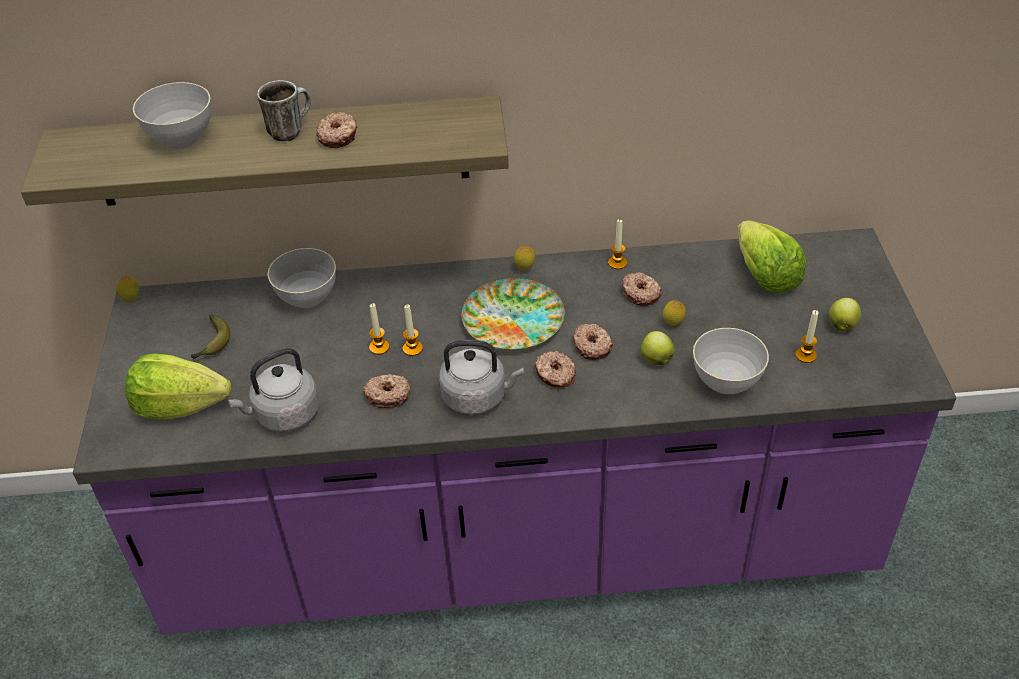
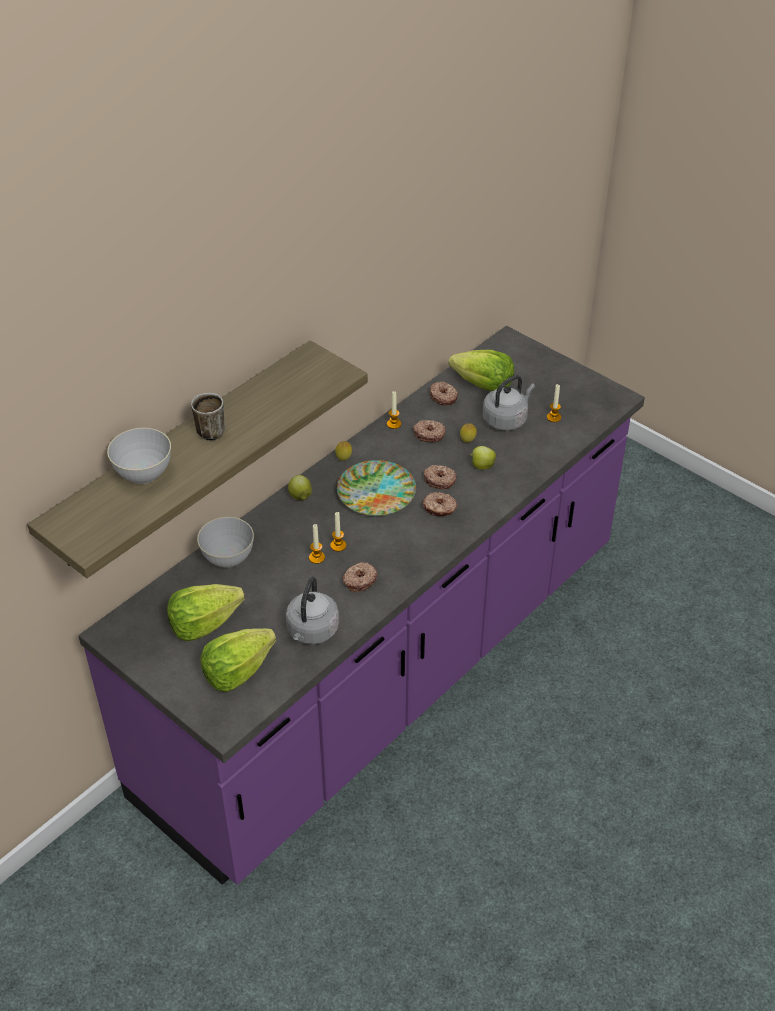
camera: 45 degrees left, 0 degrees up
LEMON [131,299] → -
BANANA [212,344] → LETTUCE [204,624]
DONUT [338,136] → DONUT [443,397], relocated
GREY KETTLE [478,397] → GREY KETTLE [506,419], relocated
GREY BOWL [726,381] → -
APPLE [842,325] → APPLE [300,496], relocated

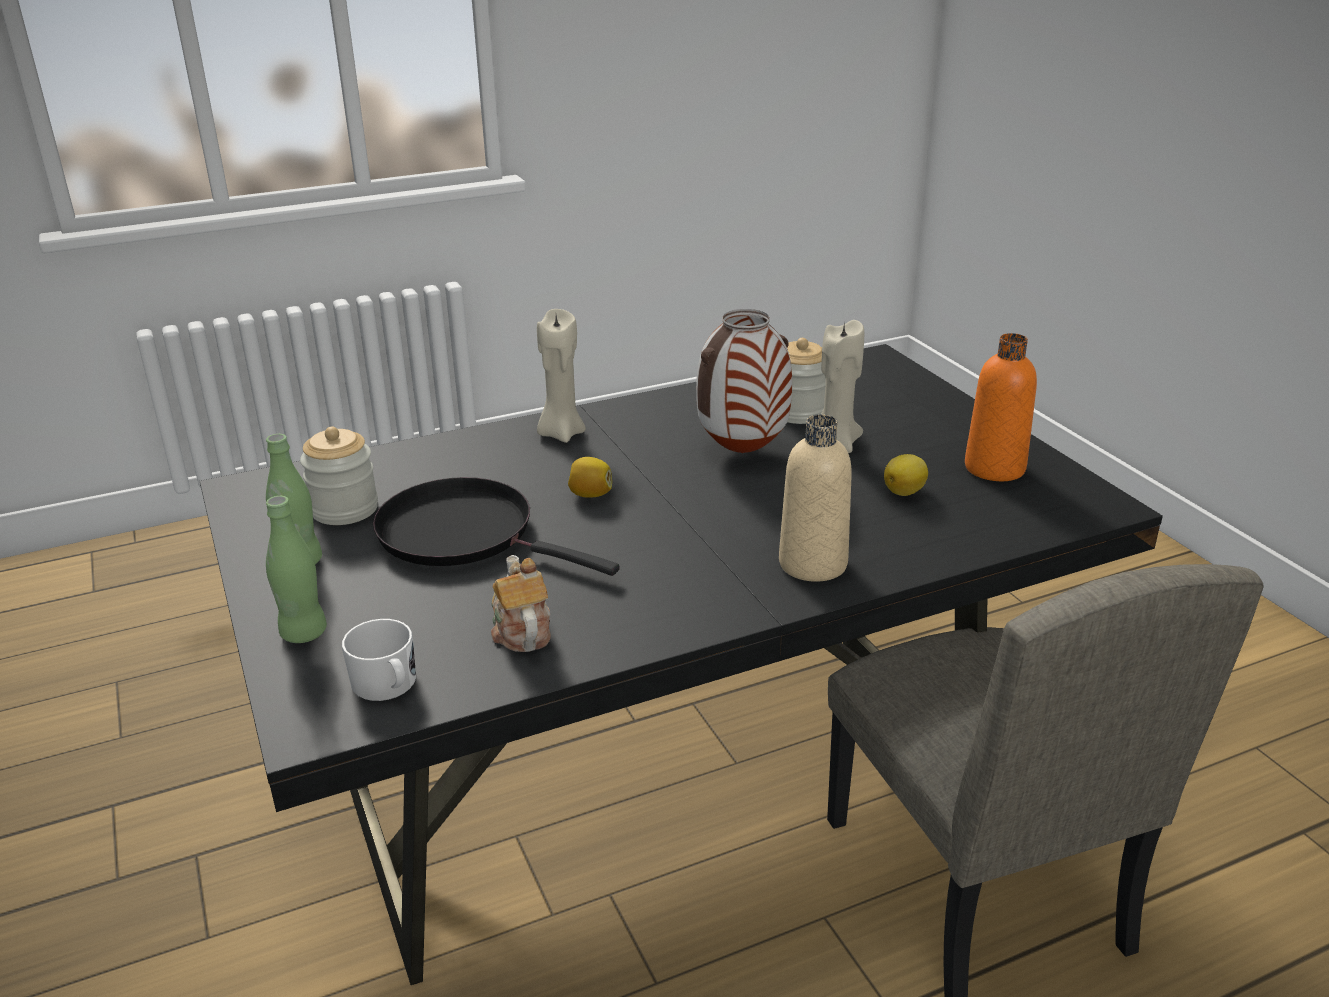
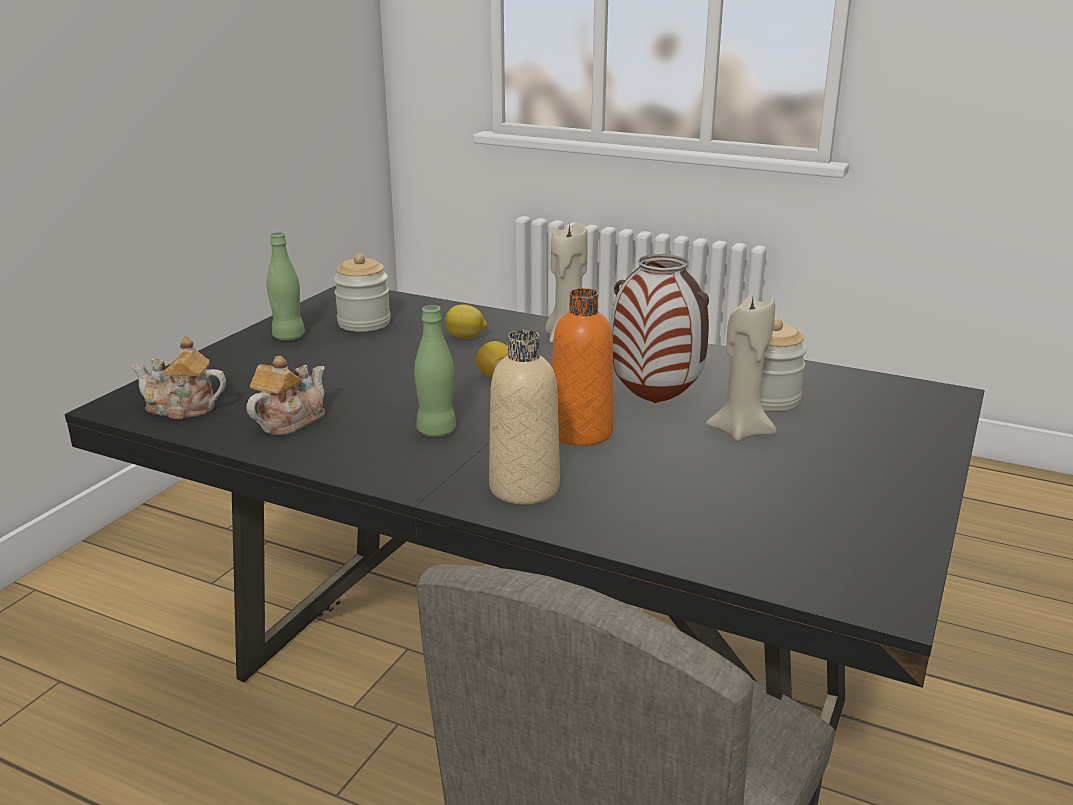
camera: 50 degrees right, 5 degrees down
GREEN BOTTLE [304,633] → GREEN BOTTLE [436,431], relocated
WHITE MUG [387,685] → TEAPOT [182,409]
BLACK FRYING PAN [465,534] → -
LEMON [905,492] → LEMON [466,337], relocated
ORANGE BOTTLE [994,468] → ORANGE BOTTLE [581,433], relocated

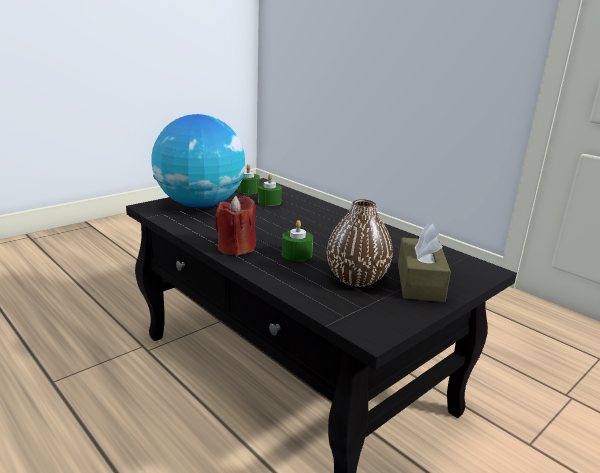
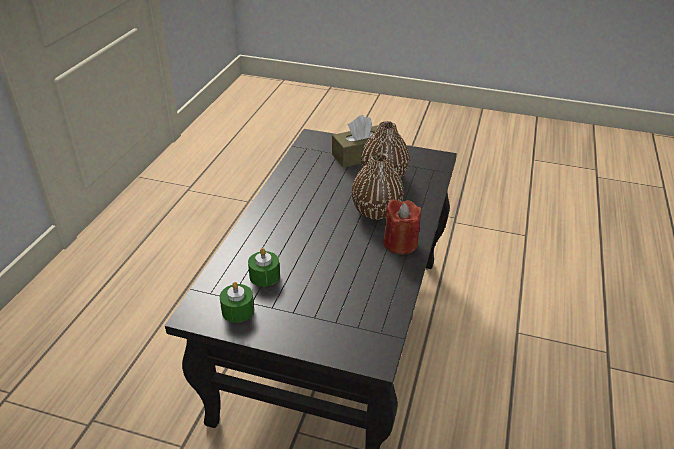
camera: 120 degrees left, 15 degrees up
GLOBE [200,205] → -
GREEN CANDLE [296,254] → BROWN VASE [376,211]

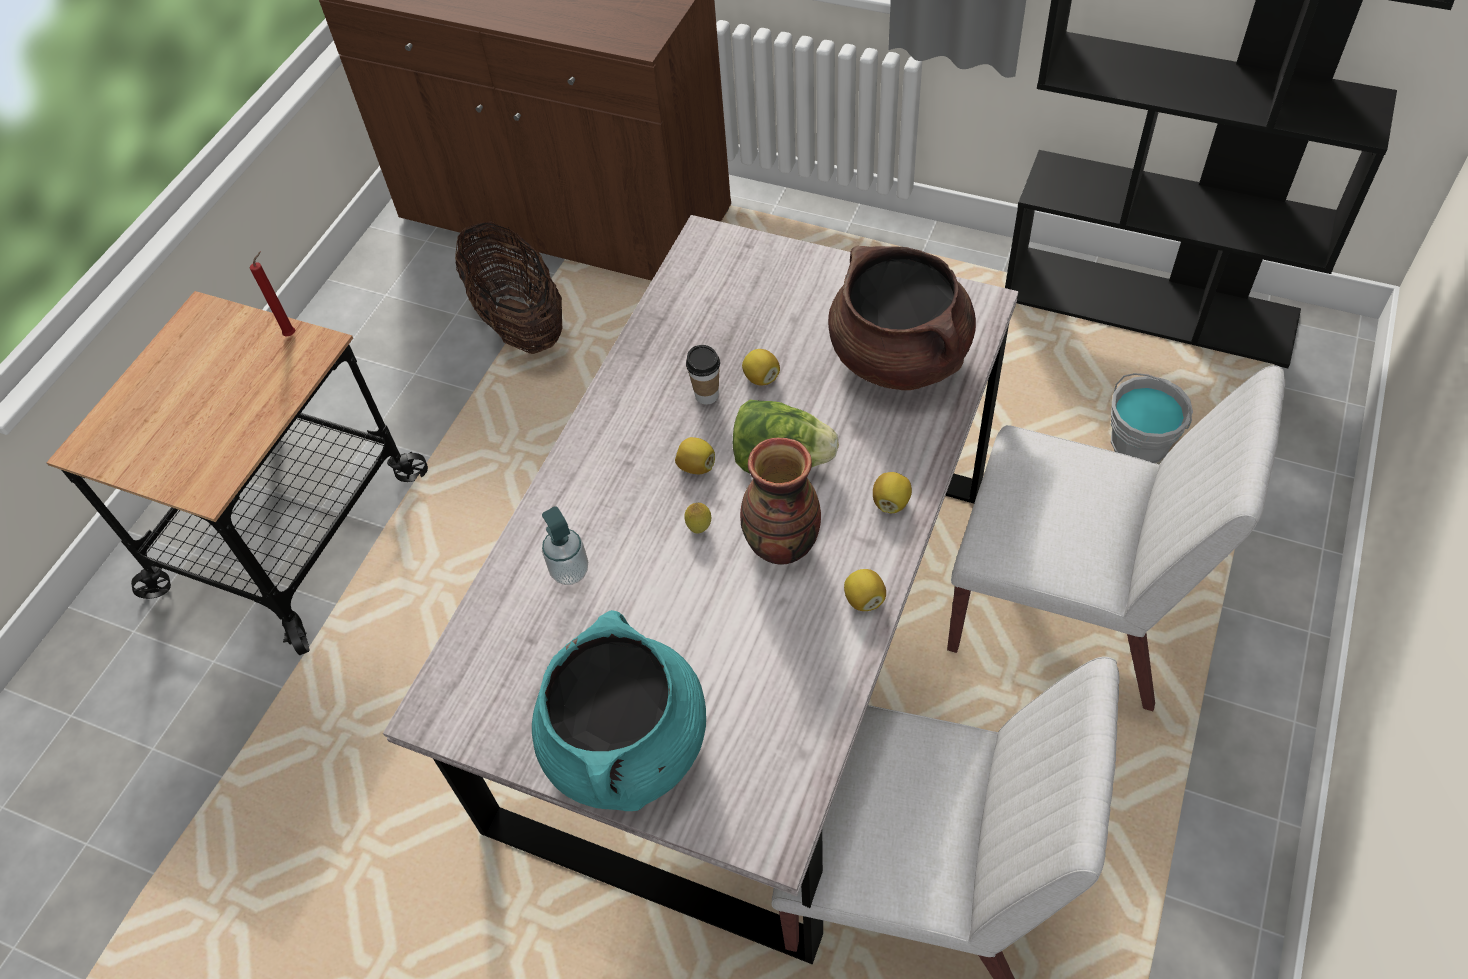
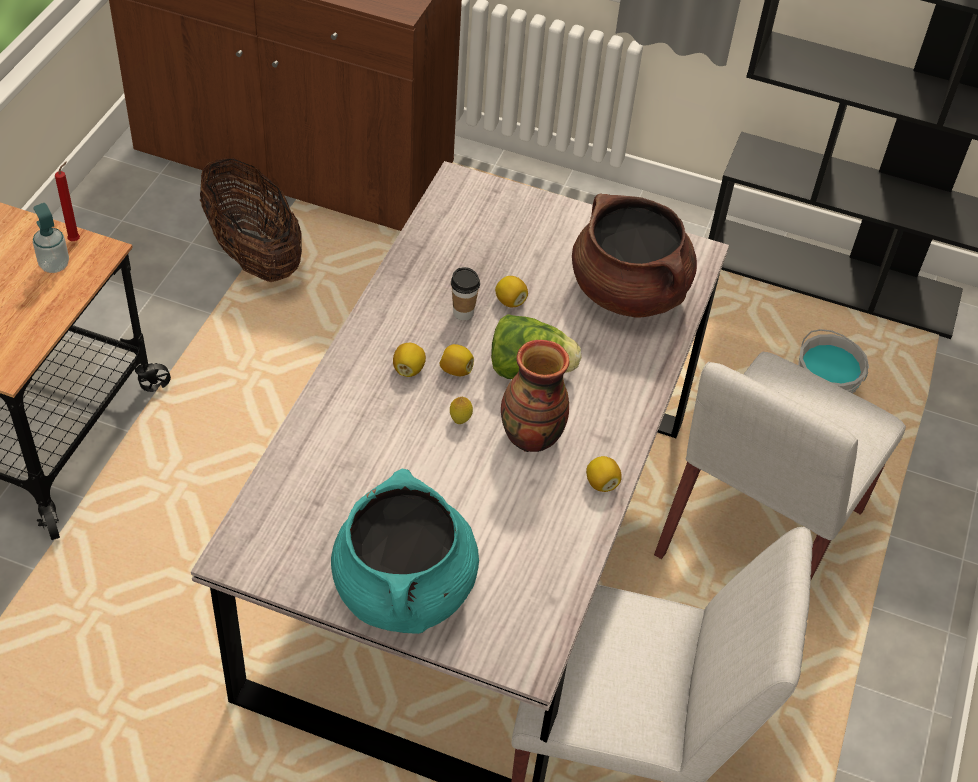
camera: 10 degrees left, 5 degrees down
SOAP DISPENSER [570,571] → SOAP DISPENSER [54,265], relocated
LEMON [891,502] → LEMON [409,369], relocated
WHITE CHAIR [1069,613] → WHITE CHAIR [758,535], 105 degrees clockwise

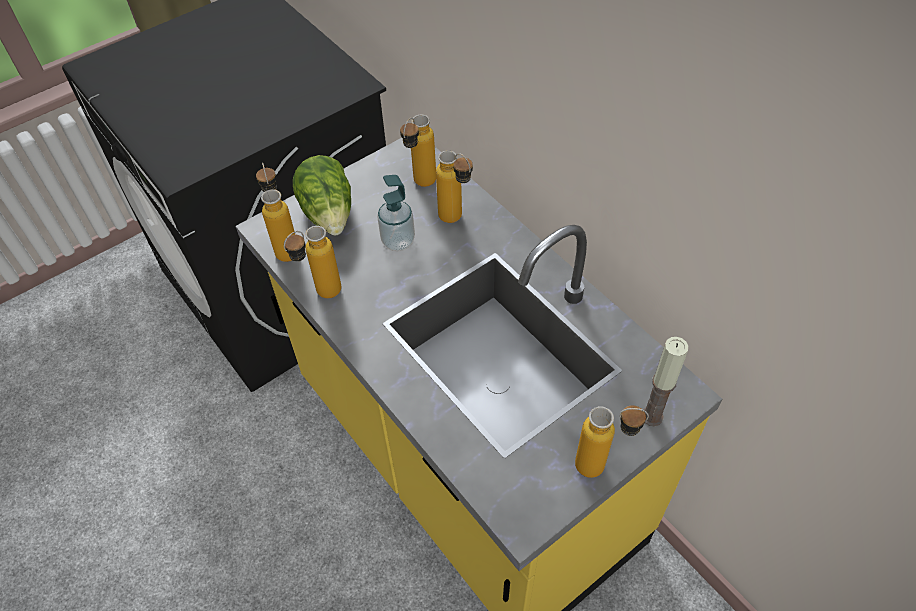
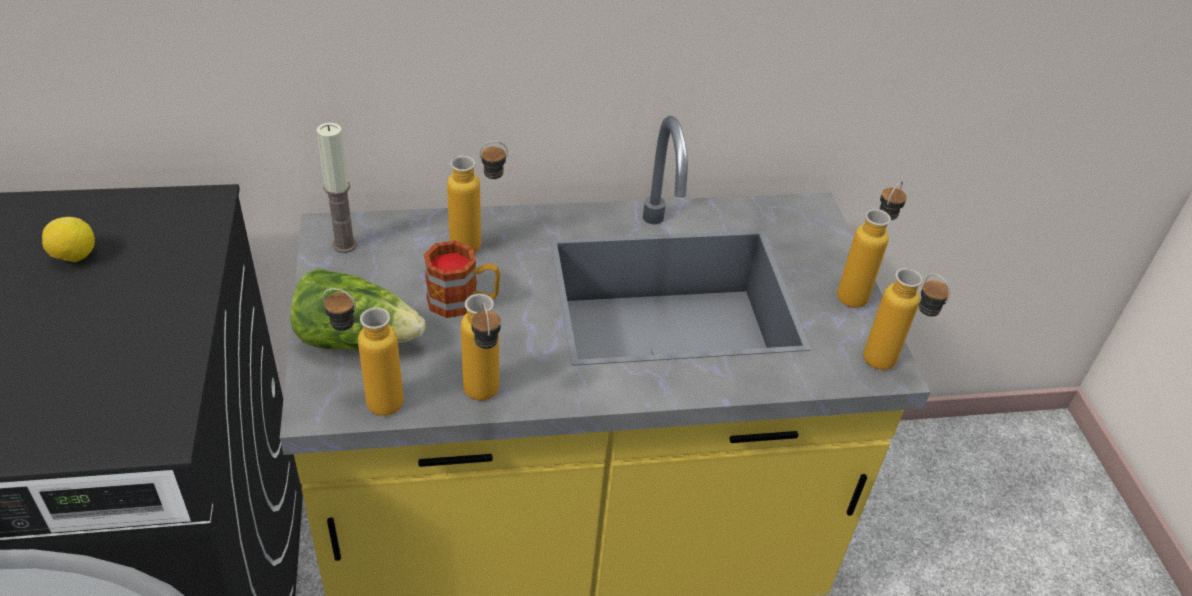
camera: 65 degrees left, 10 degrees down
SOAP DISPENSER [398,241] → MUG [463,301]
BOTTLE [420,186] → BOTTLE [889,368], relocated
CANDLE [652,416] → CANDLE [345,245], relocated
- → LEMON [74,257]

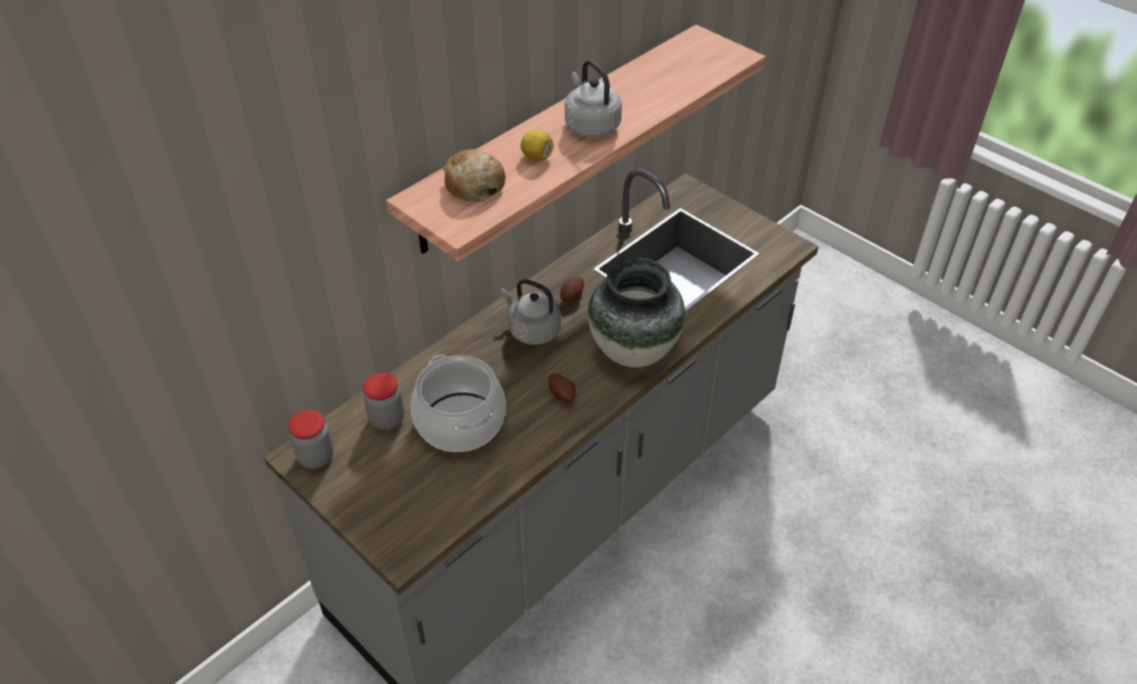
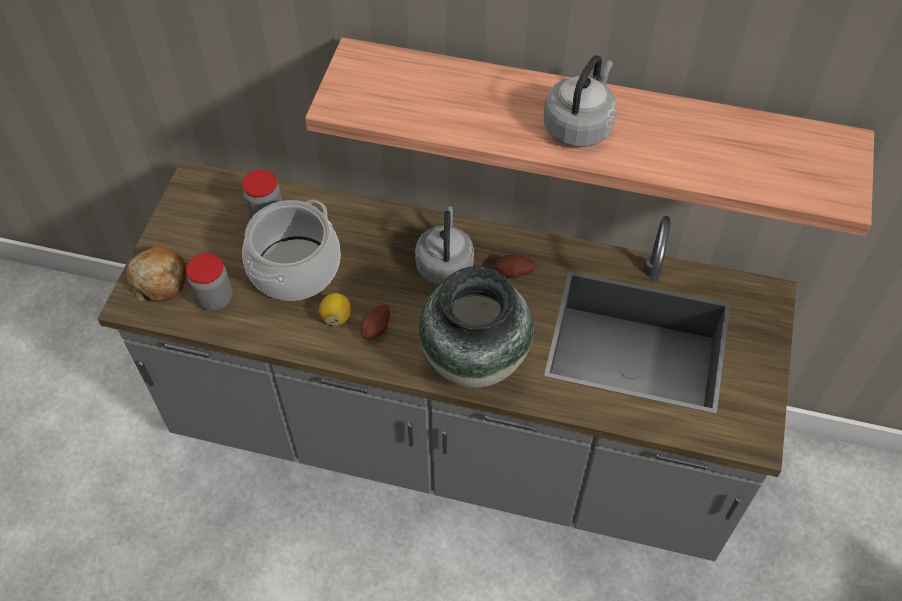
camera: 60 degrees right, 10 degrees up
JAR [316,457] → JAR [215,298], relocated
BREAD [474,185] → BREAD [159,280], relocated
LEMON [537,157] → LEMON [336,317], relocated

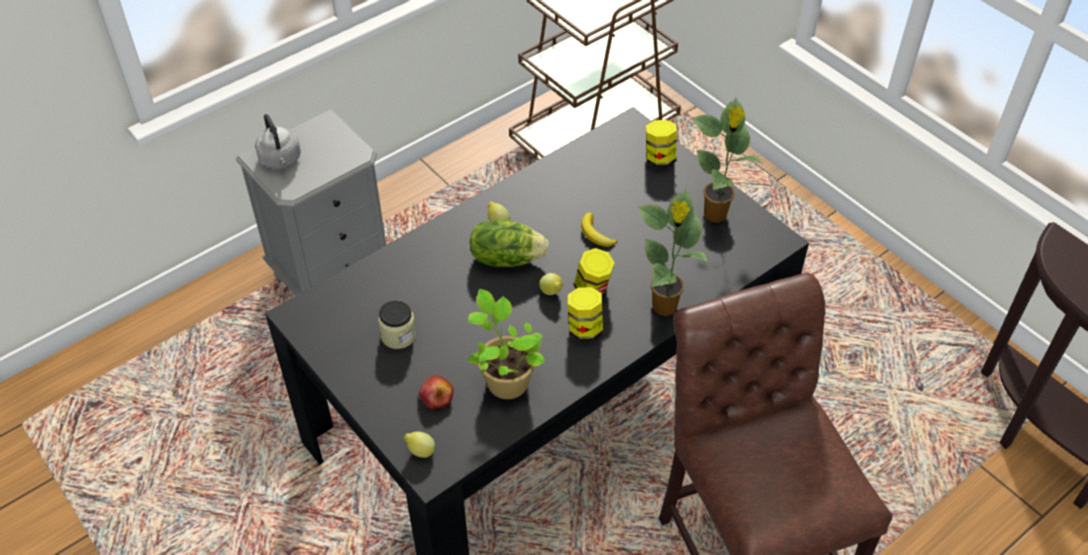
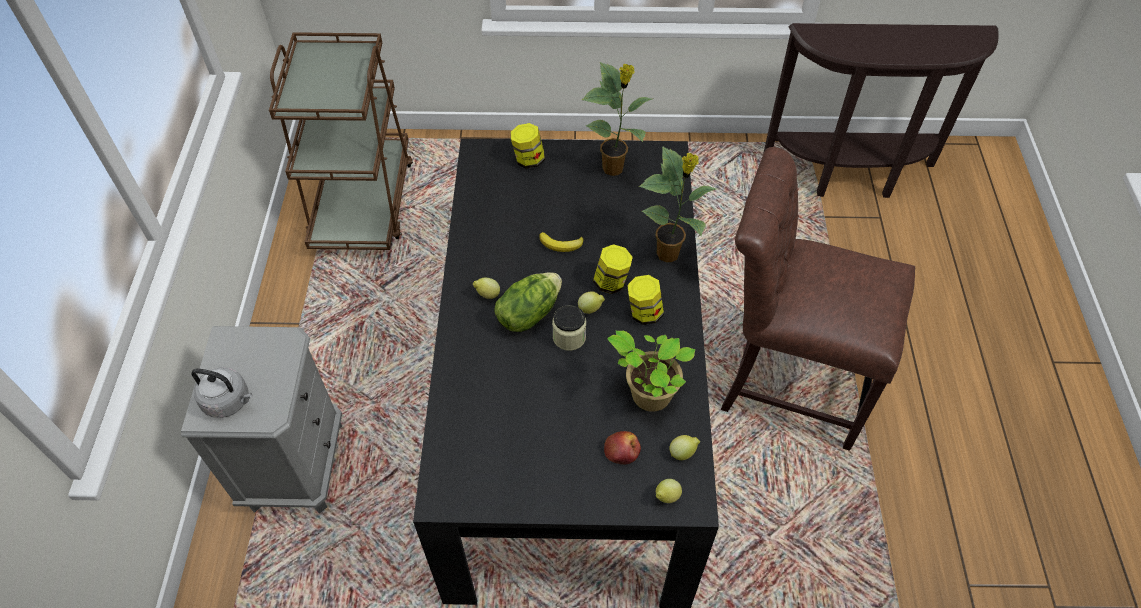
camera: 50 degrees left, 5 degrees up
JAR [398,335] → JAR [569,337], relocated
- → LEMON [683,453]

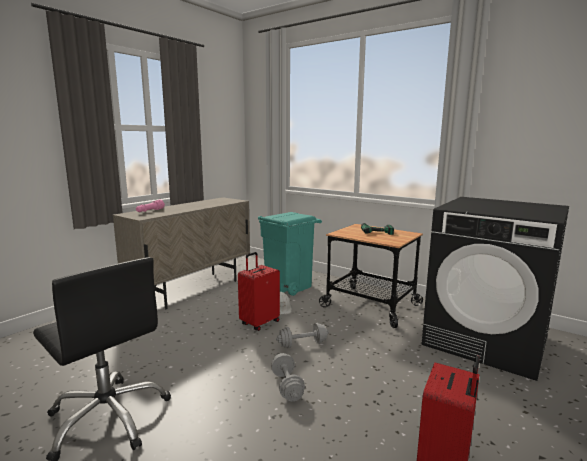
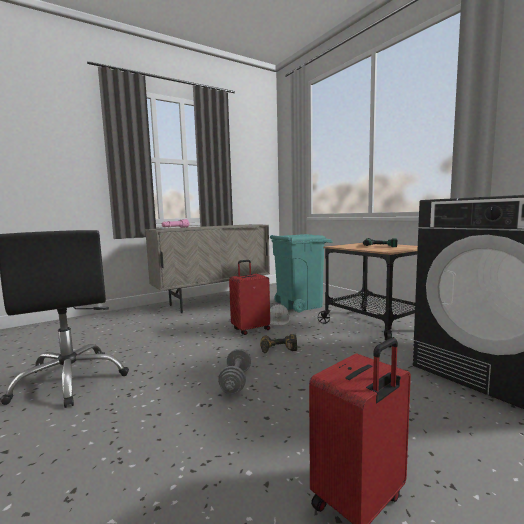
camera: 20 degrees right, 5 degrees down
GREY DUMBBELL [302,344] → POWER DRILL [278,350]

